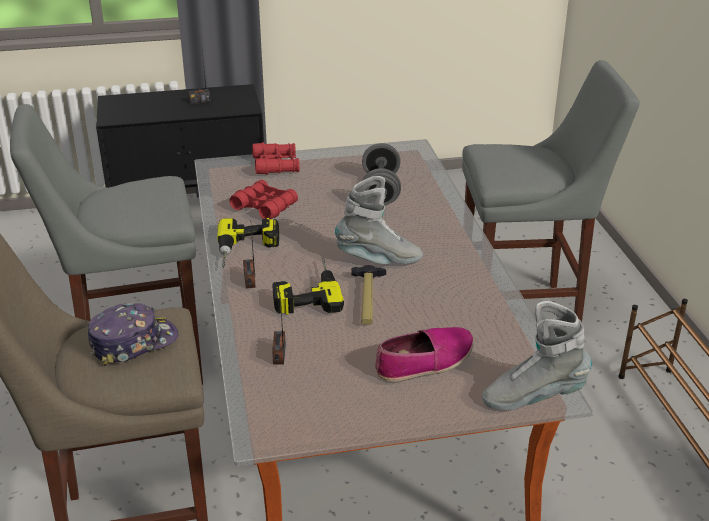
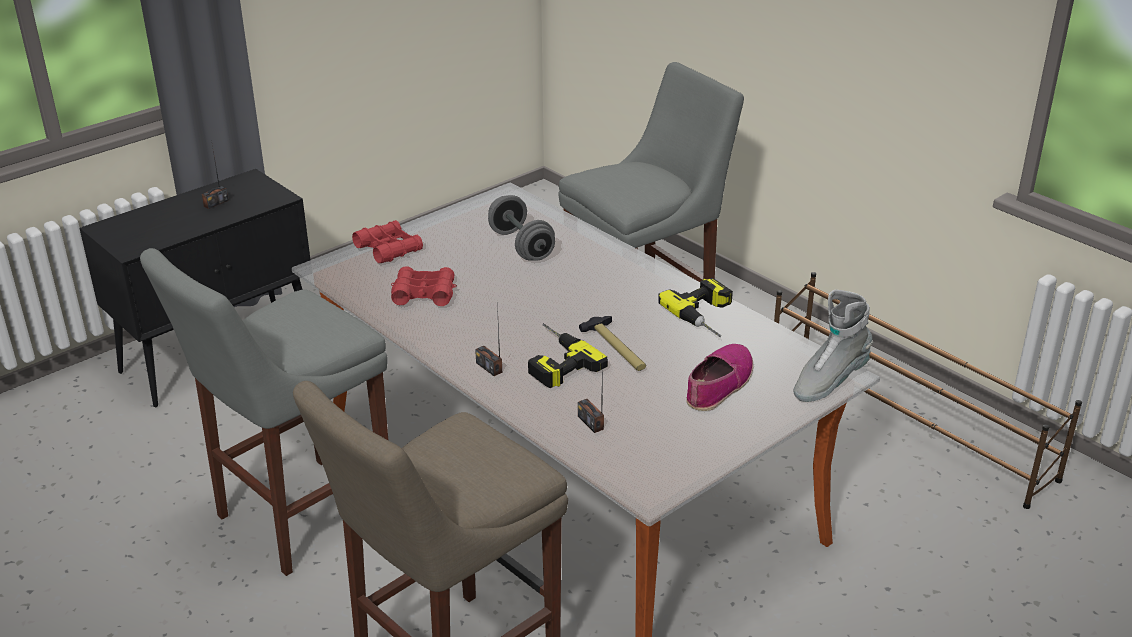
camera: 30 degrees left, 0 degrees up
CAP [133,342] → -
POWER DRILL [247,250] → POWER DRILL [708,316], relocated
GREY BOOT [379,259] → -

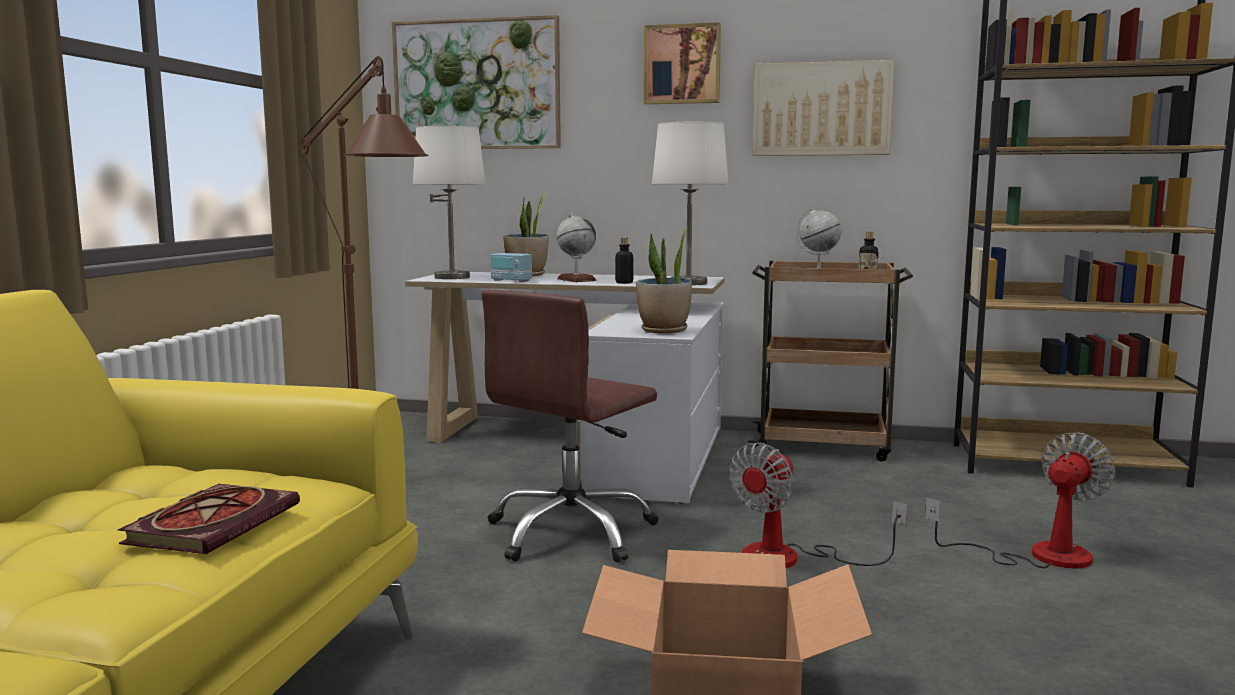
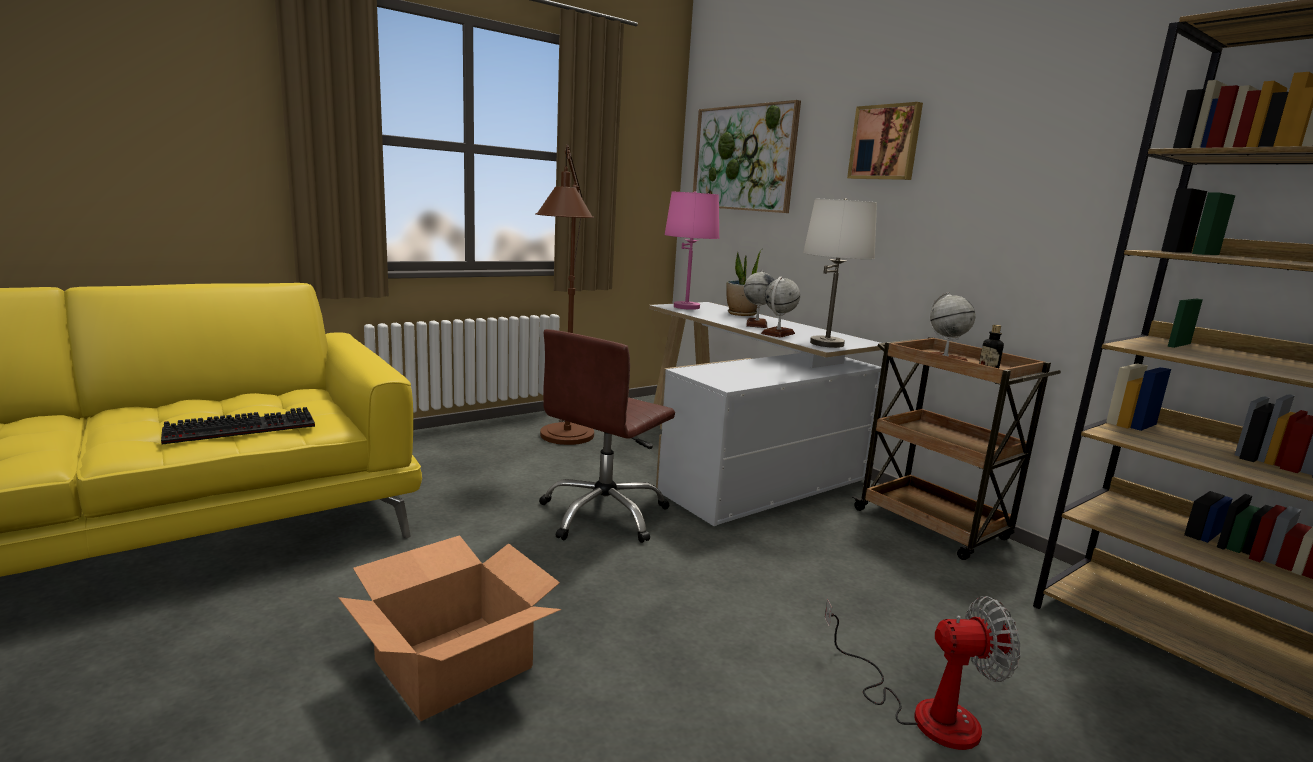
camera: 40 degrees right, 5 degrees up
BOOK [214,523] → KEYBOARD [243,428]
WHITE TABLE LAMP [452,277] → PINK TABLE LAMP [687,307]
BROWN OFFICE CHAIR [571,533] → BROWN OFFICE CHAIR [604,515], 45 degrees counterclockwise
RADIO [511,281] → -
BOTTLE [624,283] → GLOBE [778,333]
POTTED PLANT [664,330] → -
FAN [791,558] → -
PICTURE [821,109] → -

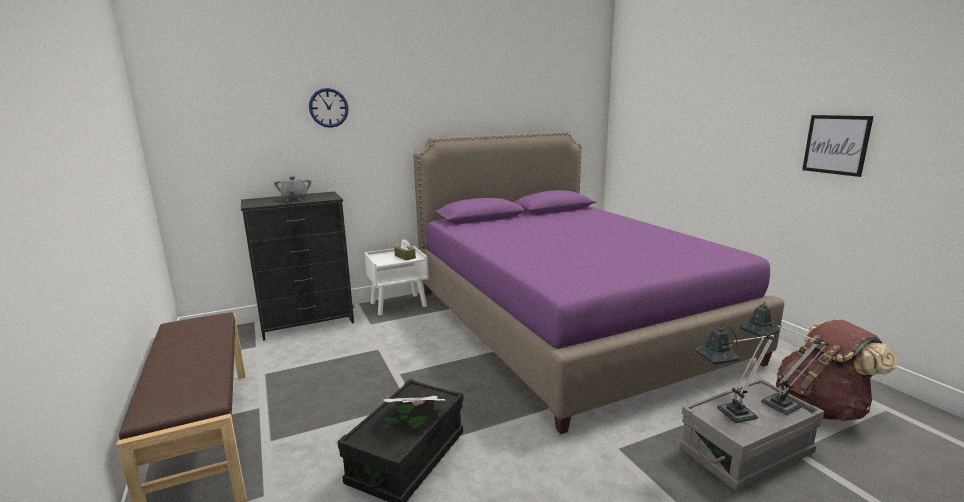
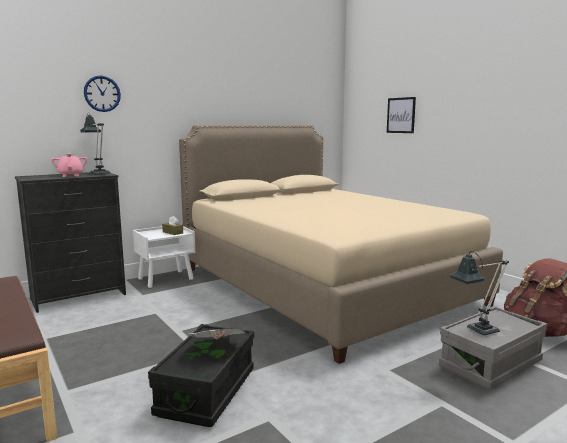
camera: 10 degrees left, 5 degrees down
GREY TEAPOT [295,199] → PINK TEAPOT [70,175]
PURPLE BED [566,323] → BEIGE BED [323,285]
TABLE LAMP [772,401] → TABLE LAMP [98,173], relocated
PICTURE [836,144] → PICTURE [401,115], relocated

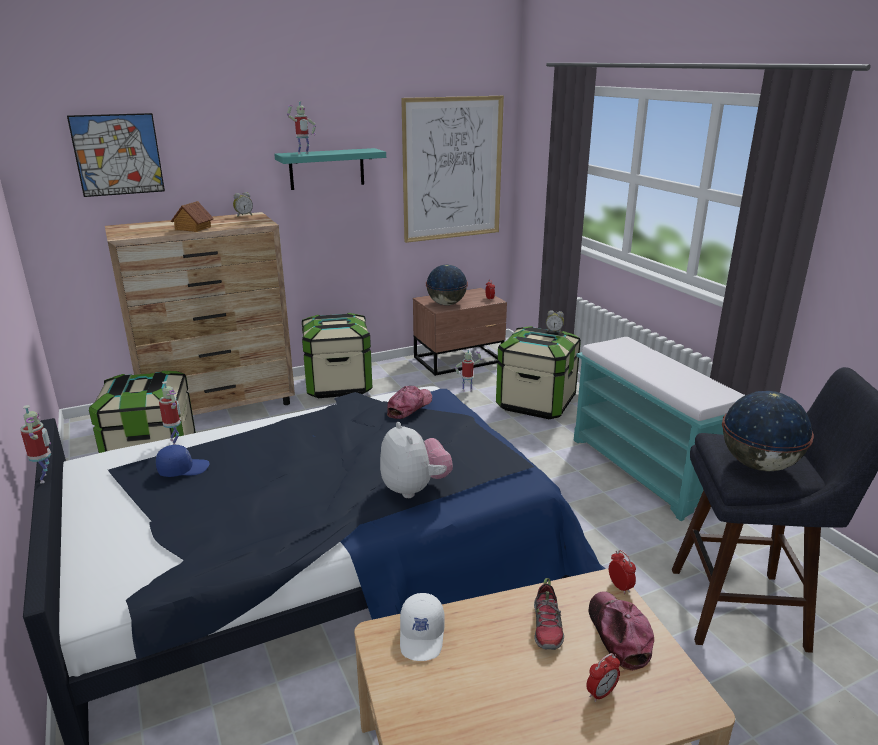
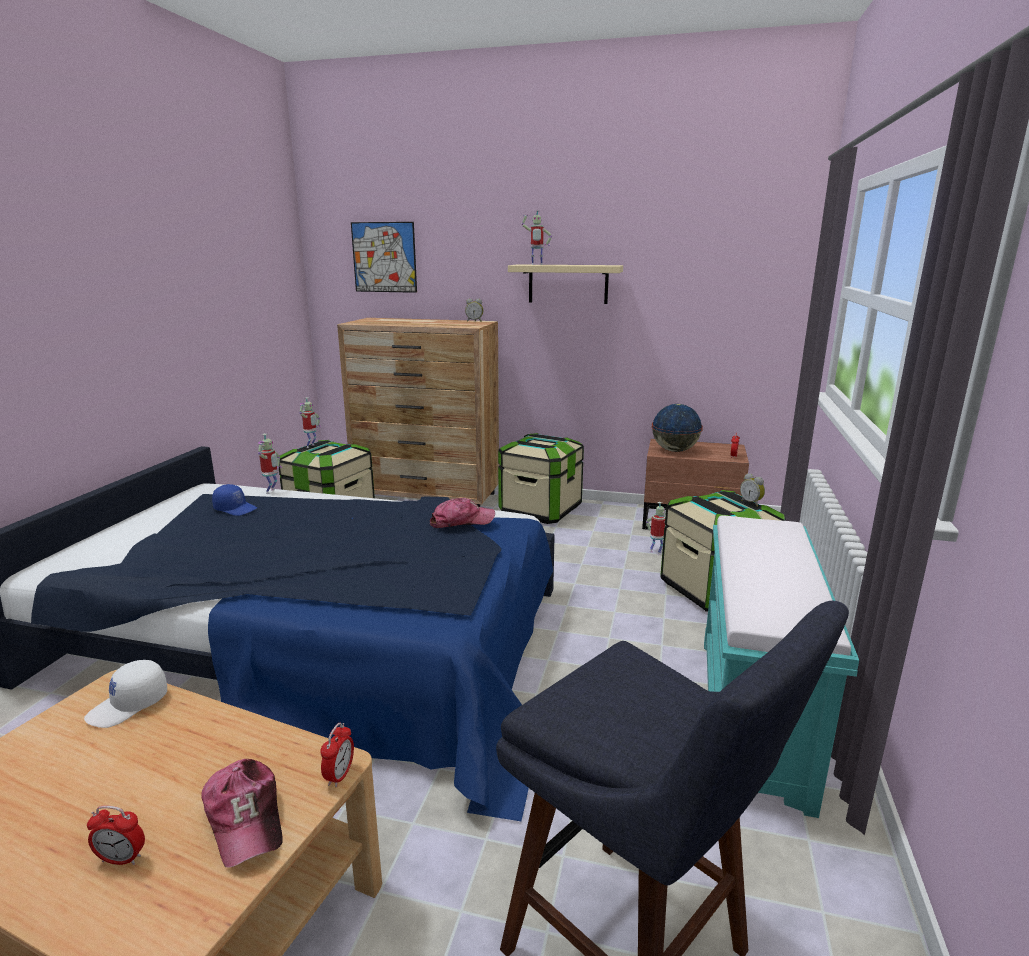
camera: 40 degrees right, 5 degrees down
TOY ROBOT [46,478] → TOY ROBOT [311,446], relocated
TOY HOUSE [193,228] → -
TURQUOISE SHELF [327,169] → BEIGE SHELF [568,284]
PLUSH TOY [415,488] → -
PICTURE [452,169] → -
SHOE [547,627] → -
CAP [618,634] → CAP [245,818], 120 degrees clockwise
GLOBE [758,465] → -

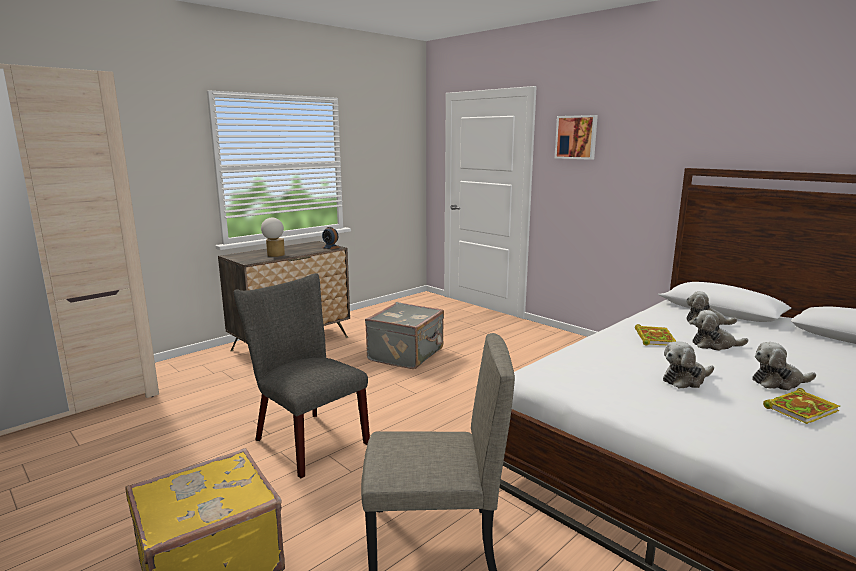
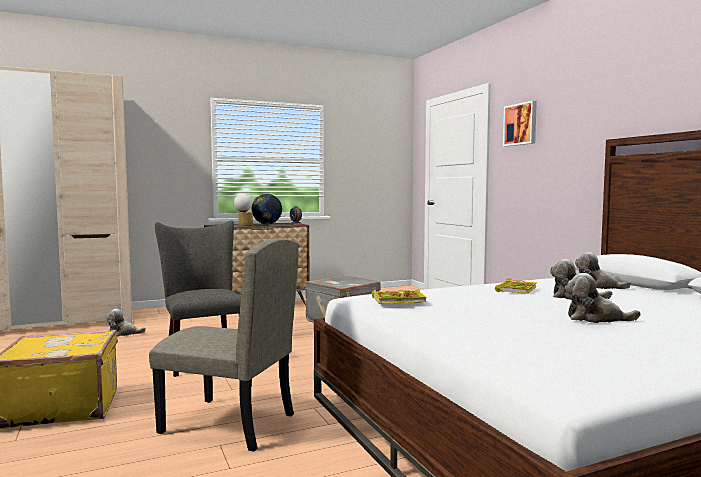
camera: 20 degrees right, 10 degrees down
PLUSH TOY [685,380] → PLUSH TOY [123,333], relocated
BOOK [801,409] → BOOK [400,300], relocated
- → GLOBE [267,224]

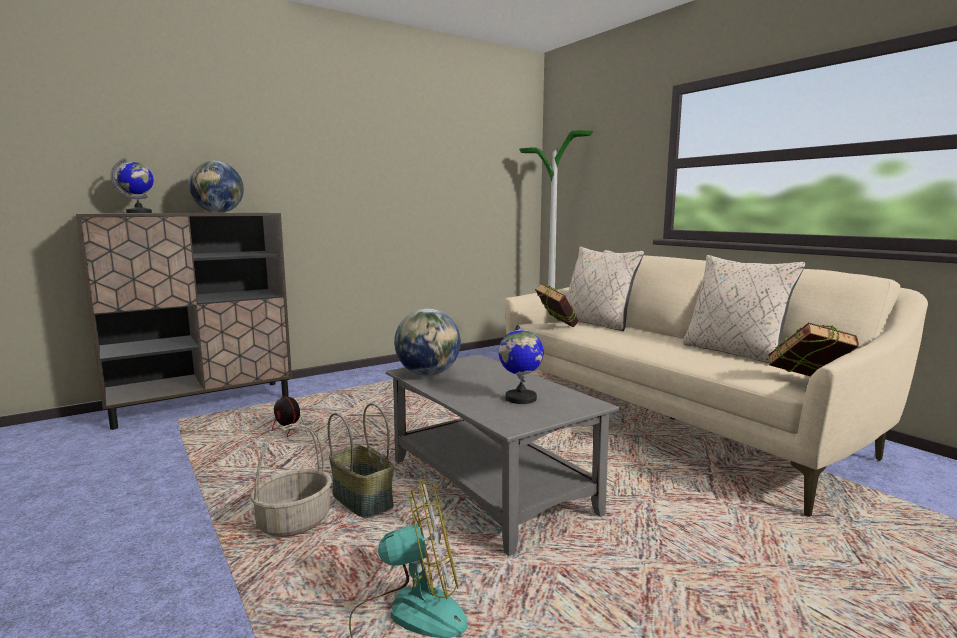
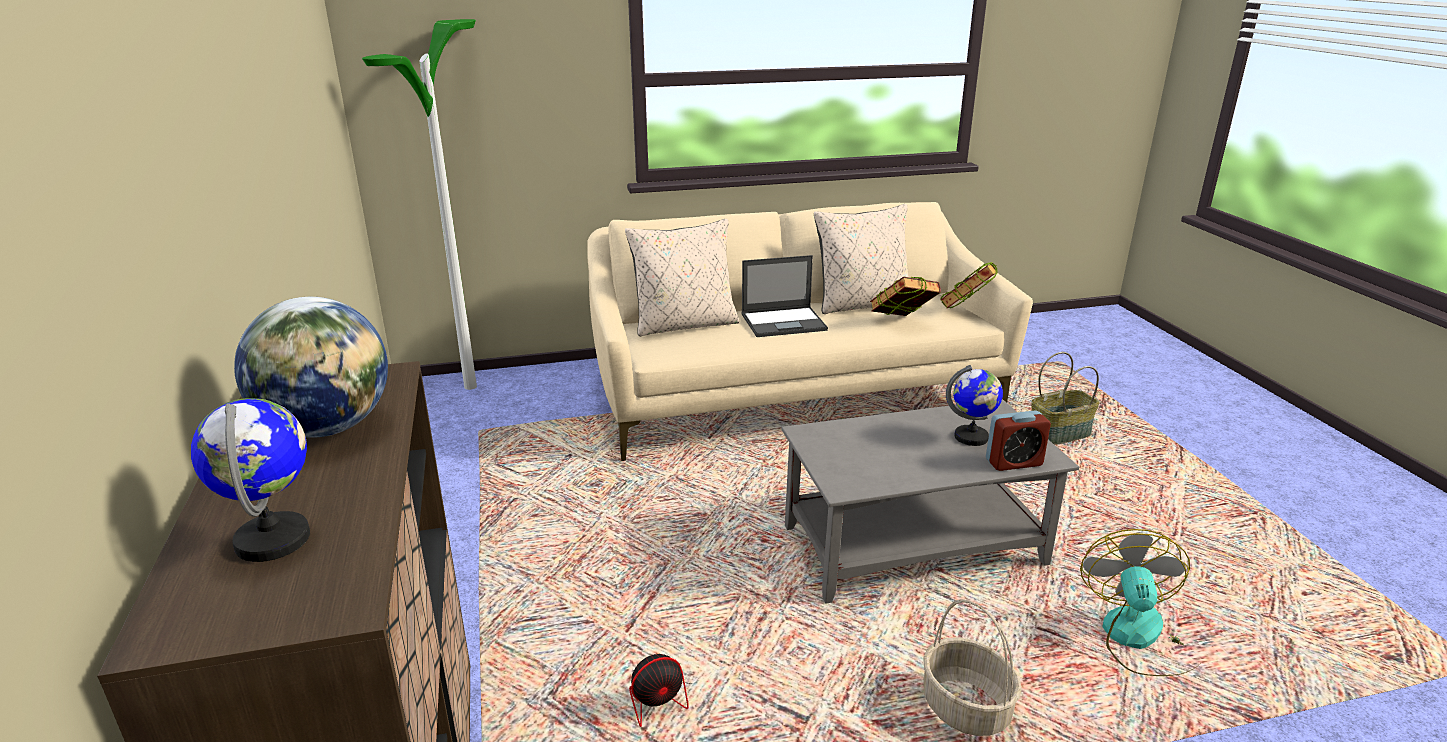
camera: 70 degrees left, 15 degrees up
BASKET [363,500] → BASKET [1059,433], relocated
GLOBE [428,374] → -
BOOK [556,327] → BOOK [902,323], relocated
- → LAPTOP [784,322]
- → ALARM CLOCK [1013,462]

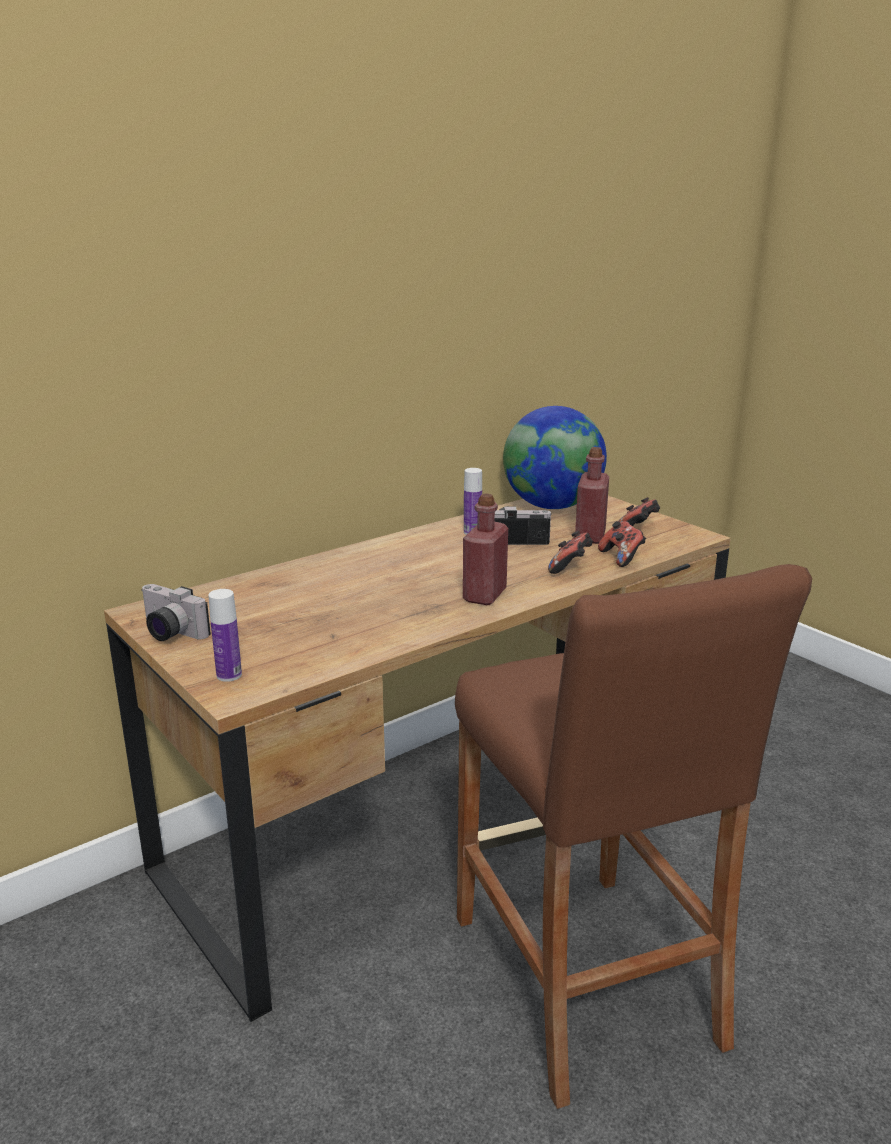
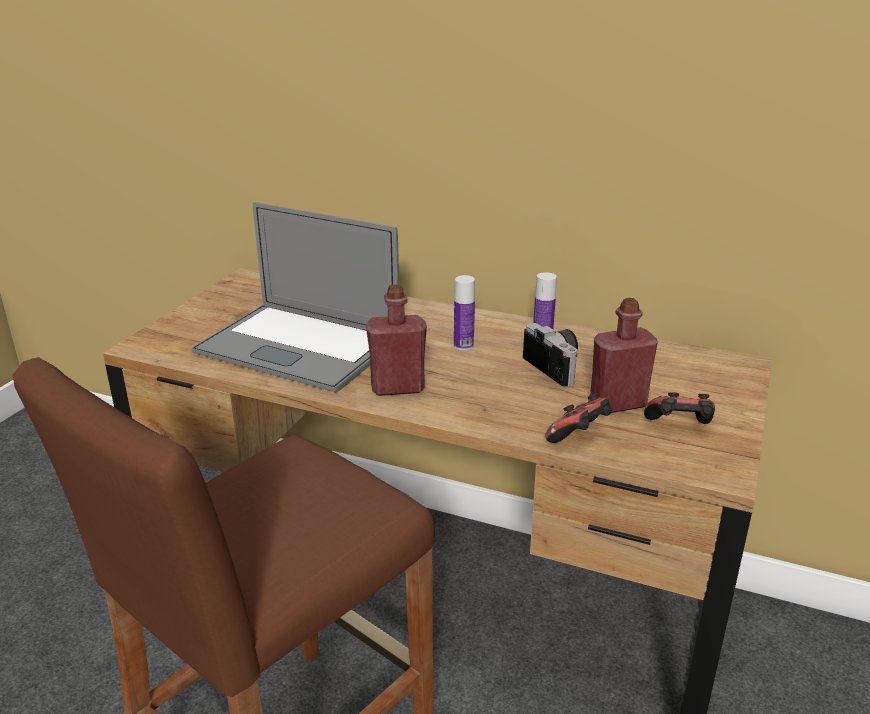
camera: 60 degrees right, 5 degrees up
PHOTO CAMERA [168,633] → -
BOTTLE [229,675] → BOTTLE [463,346], relocated
GLOBE [552,506] → -
GAME CONTROLLER [570,568] → -
- → LAPTOP [298,347]

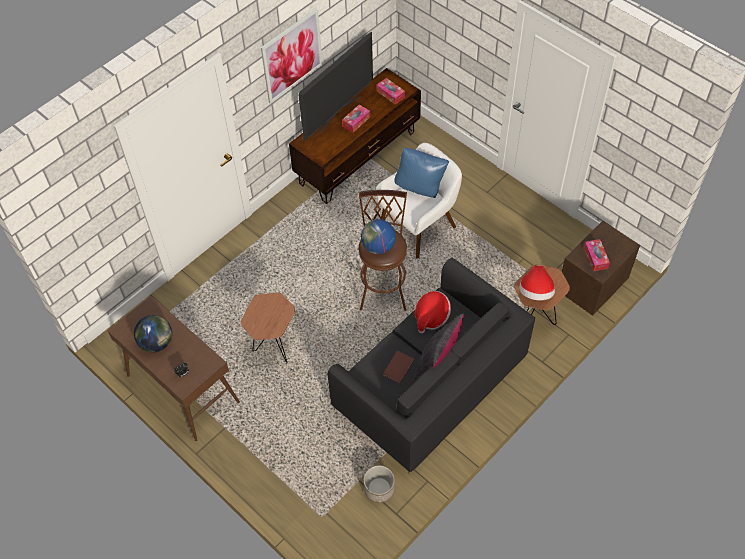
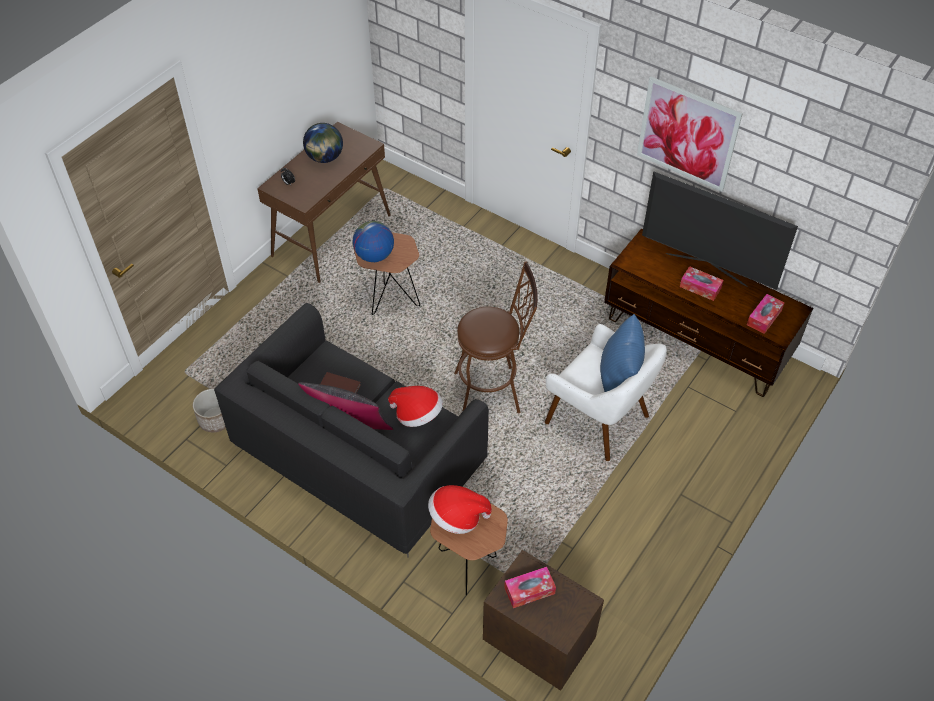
camera: 80 degrees right, 5 degrees down
GLOBE [378,247] → GLOBE [374,256], relocated

